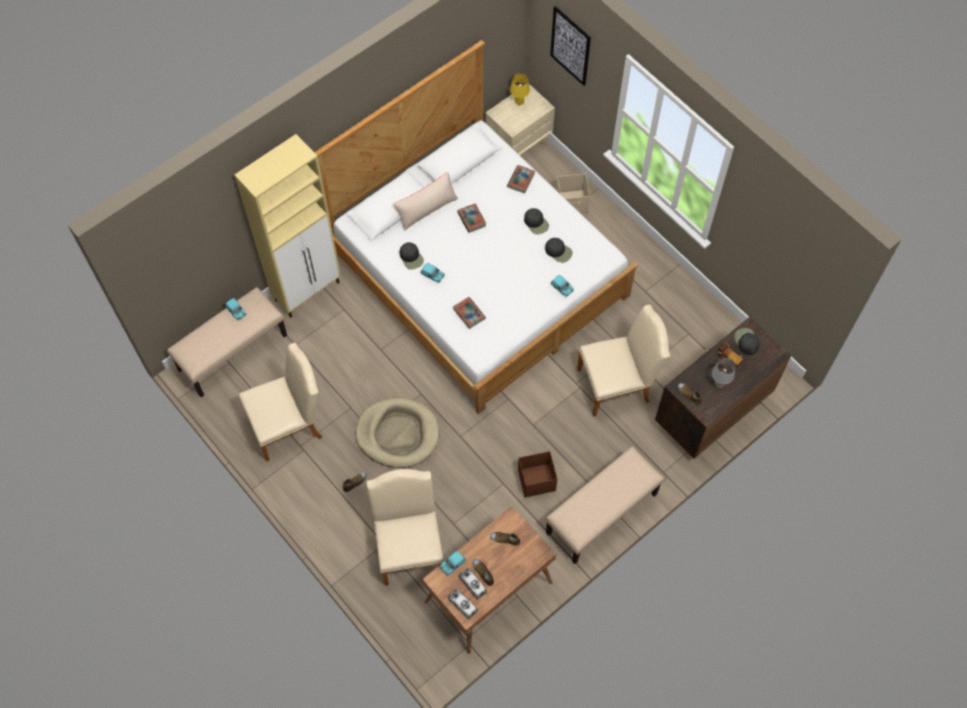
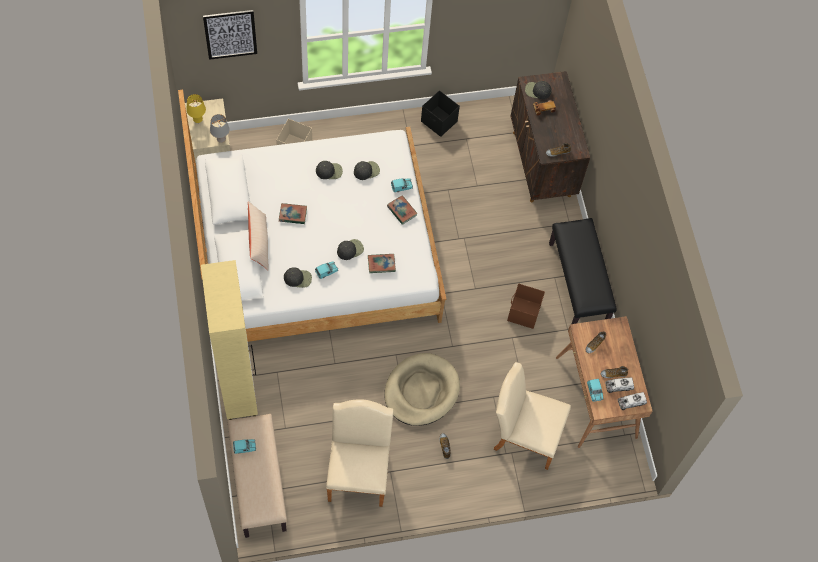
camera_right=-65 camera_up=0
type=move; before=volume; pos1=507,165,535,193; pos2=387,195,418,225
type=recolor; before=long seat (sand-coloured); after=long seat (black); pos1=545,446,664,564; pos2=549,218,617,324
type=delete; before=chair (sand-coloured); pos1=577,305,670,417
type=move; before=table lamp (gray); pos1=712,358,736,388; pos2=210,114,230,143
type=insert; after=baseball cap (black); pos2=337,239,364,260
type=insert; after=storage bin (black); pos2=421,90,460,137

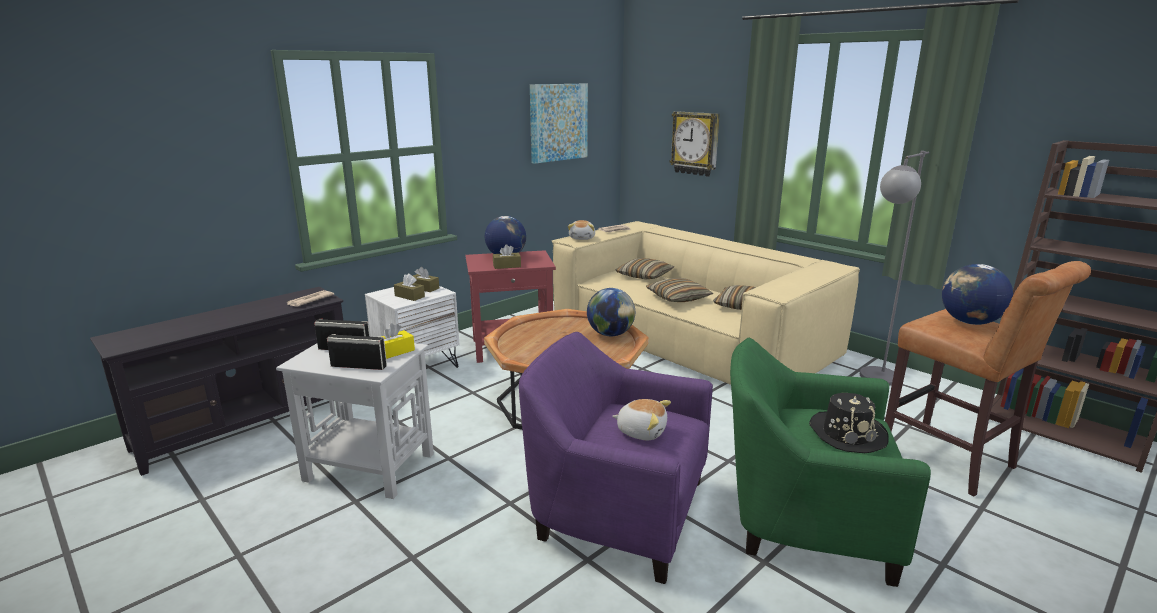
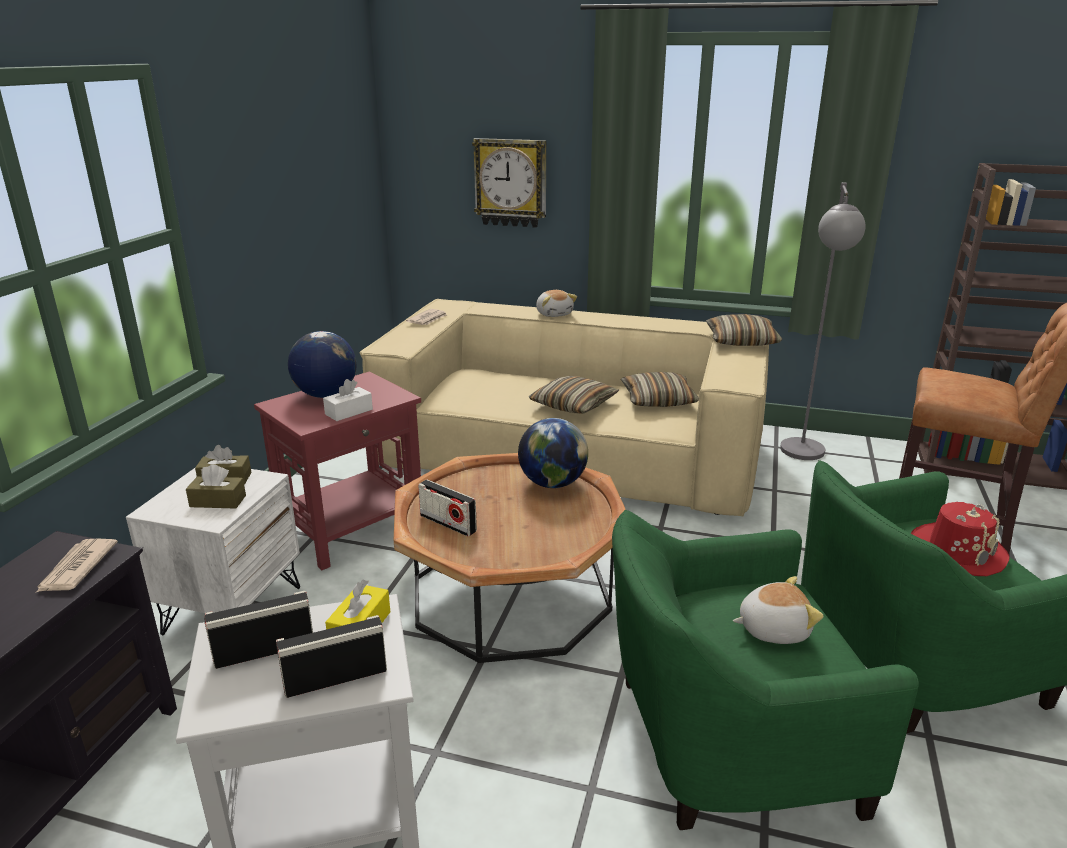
camera_right=-30 camera_up=5
type=recolor; before=tissue holder (brown); after=tissue holder (white-coloured); pos1=493,244,521,269; pos2=323,379,373,421
type=recolor; before=lounge chair (purple-coloured); after=lounge chair (green-coloured); pos1=519,332,713,584; pos2=612,510,919,830
type=delete; before=picture; pos1=530,84,588,164
type=move; before=cuddly toy; pos1=568,220,595,240; pos2=536,290,577,317
type=move; before=pillow; pos1=615,258,674,279; pos2=706,314,782,346
type=recolor; before=clothing hat (black); after=clothing hat (red); pos1=809,393,889,453; pos2=911,502,1009,576
type=delete; before=world globe; pos1=942,264,1013,325
type=insert; after=radio set; pos2=418,480,477,536

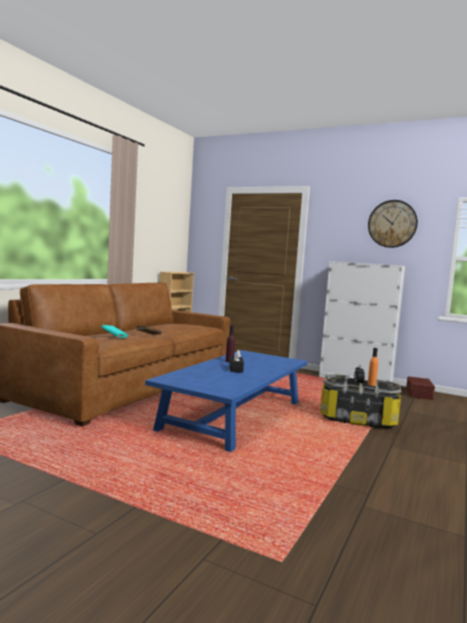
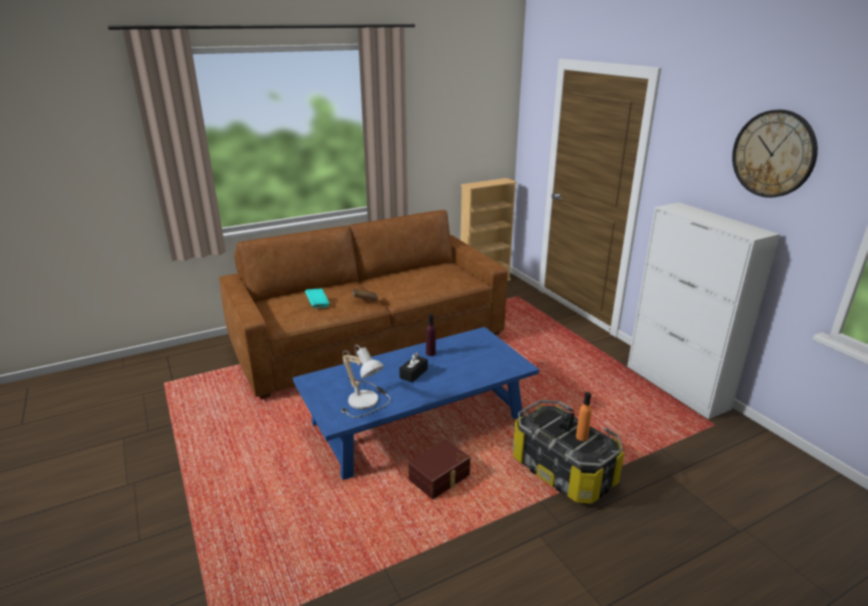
camera_right=35 camera_up=20
type=move; before=storage bin (brown); pos1=406,376,435,400; pos2=408,440,470,499
type=insert; after=table lamp; pos2=341,345,391,418

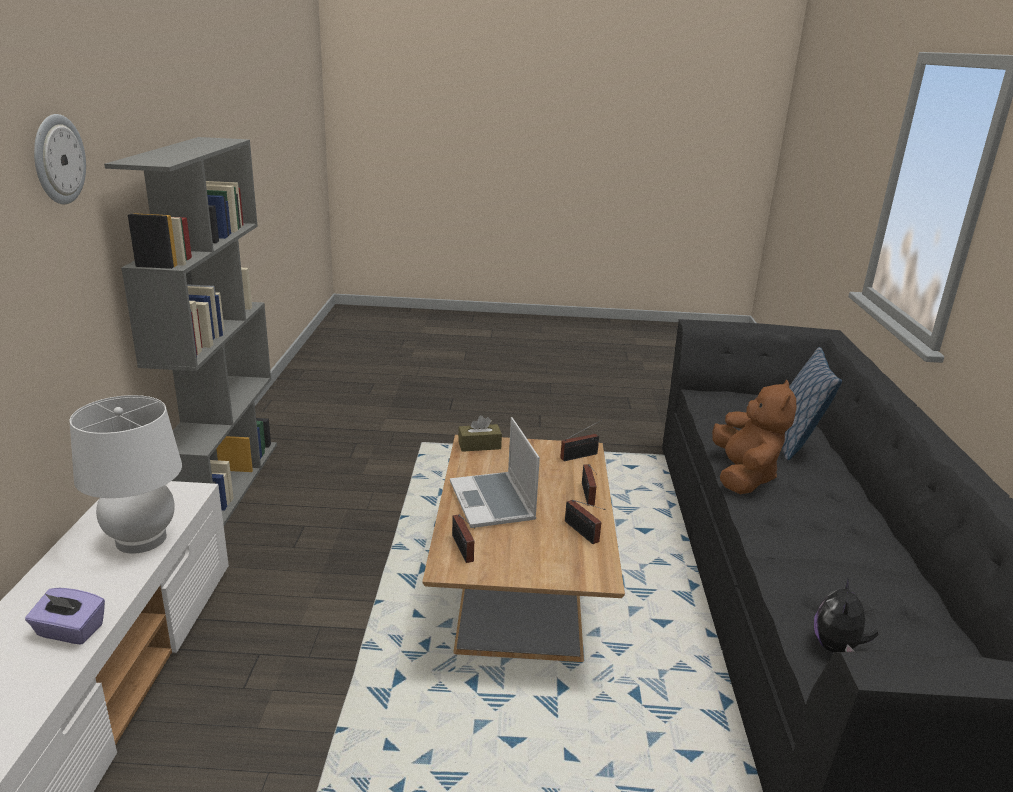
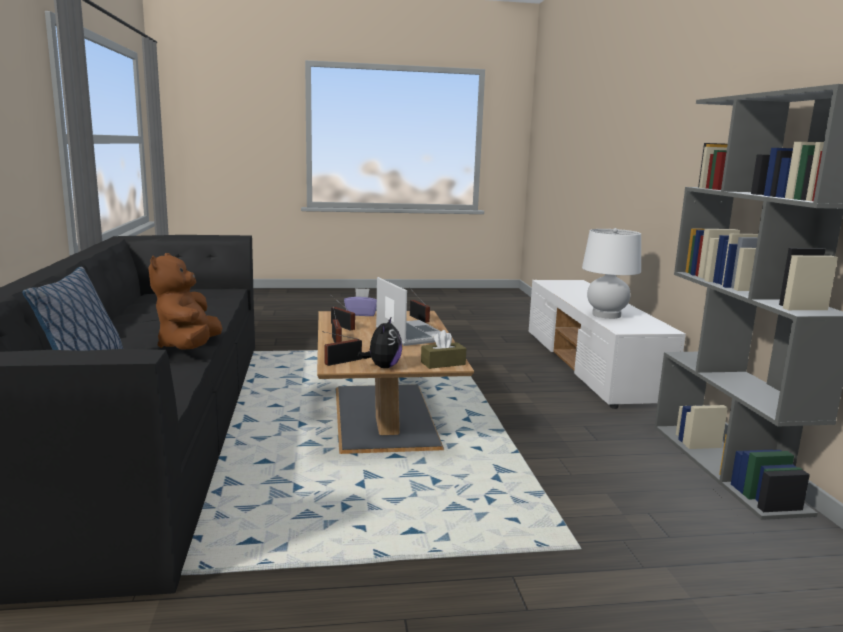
camera_right=170 camera_up=-10
type=move; before=tissue holder (purple-coloured); pos1=25,588,105,645; pos2=344,288,377,316
type=delete; before=wall clock; pos1=34,114,86,204
type=move; before=cuddly toy; pos1=814,577,878,653; pos2=358,318,402,368

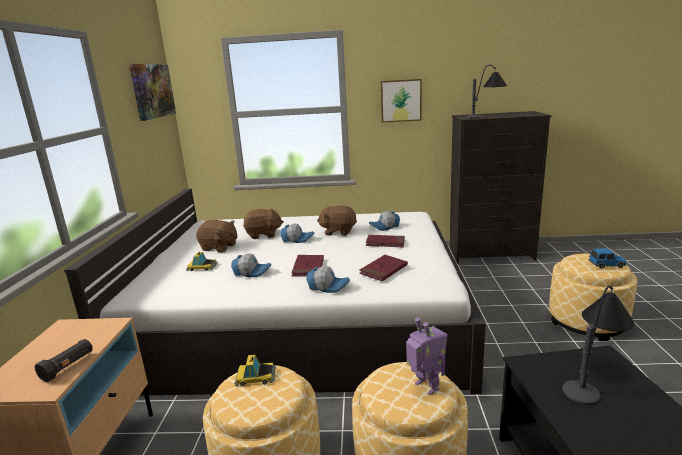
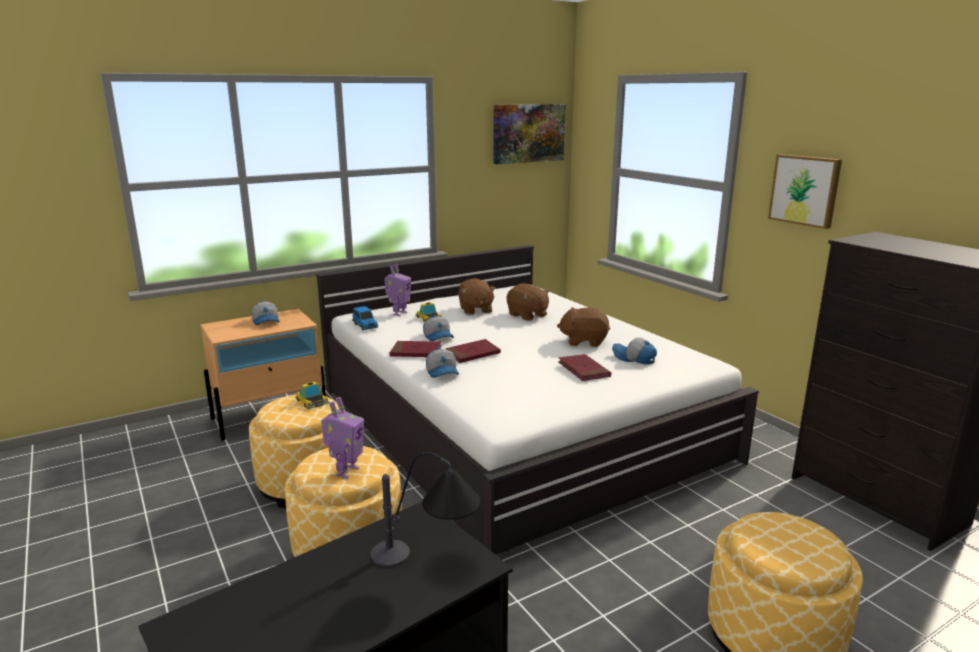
camera_right=55 camera_up=0
type=delete; before=flashlight (black); pos1=35,339,93,382
type=move; before=baseball cap; pos1=280,223,314,243; pos2=252,301,279,325
type=rotate; before=cuddly toy (brown); pos1=317,206,357,236; pos2=557,307,610,347; turn=-60
type=move; before=volume (red); pos1=359,255,408,282; pos2=390,341,442,357
type=delete; before=table lamp; pos1=465,65,507,119
type=move; before=toy car; pos1=588,249,627,269; pos2=352,306,378,330
type=insert; after=robot figure; pos2=384,264,411,316

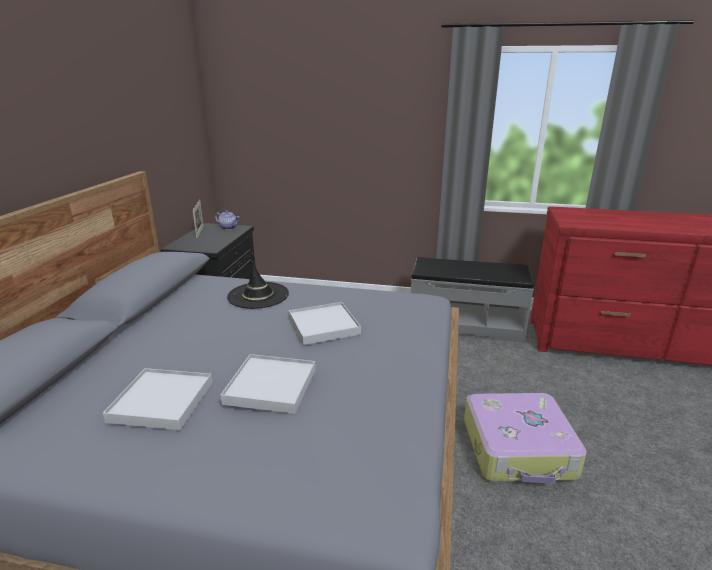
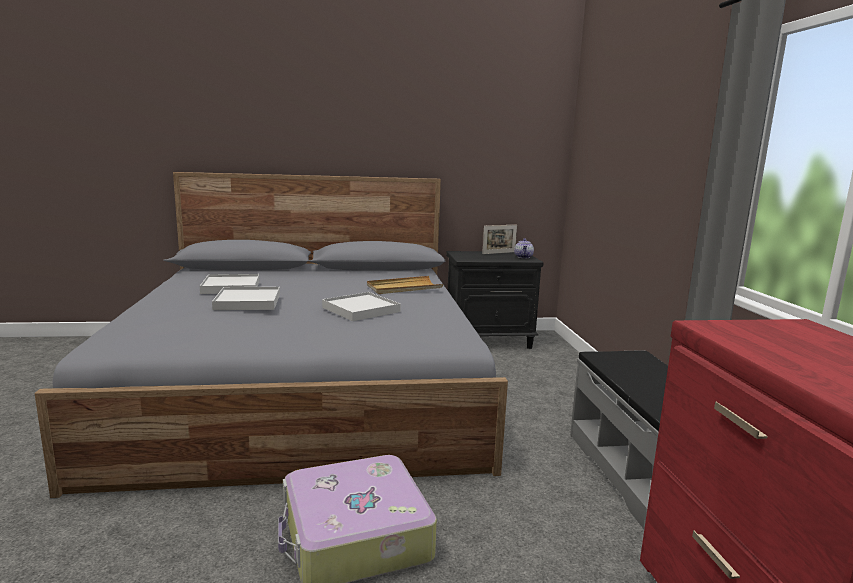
camera_right=70 camera_up=-10
type=replace; before=clothing hat (black); after=carrying tray (sand-coloured); pos1=227,261,289,309; pos2=367,276,443,294

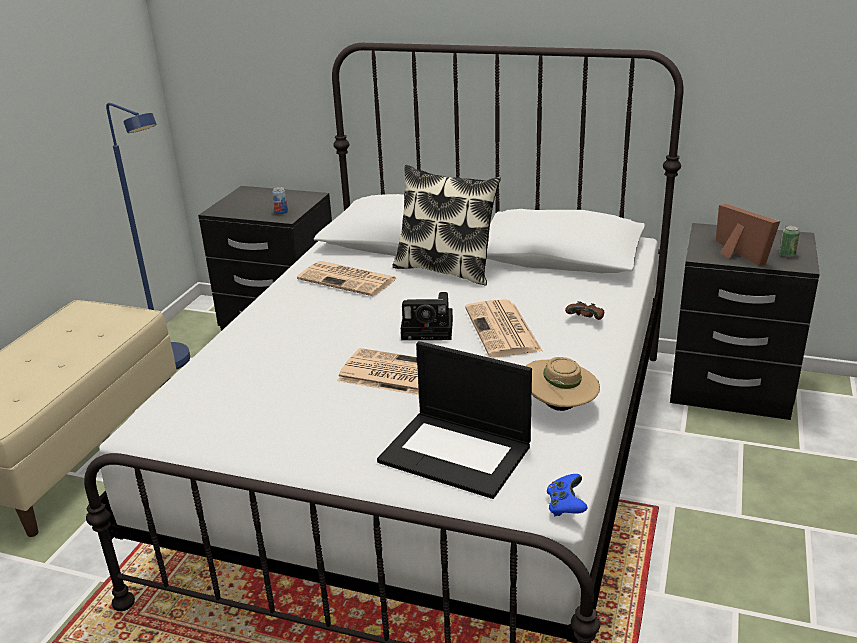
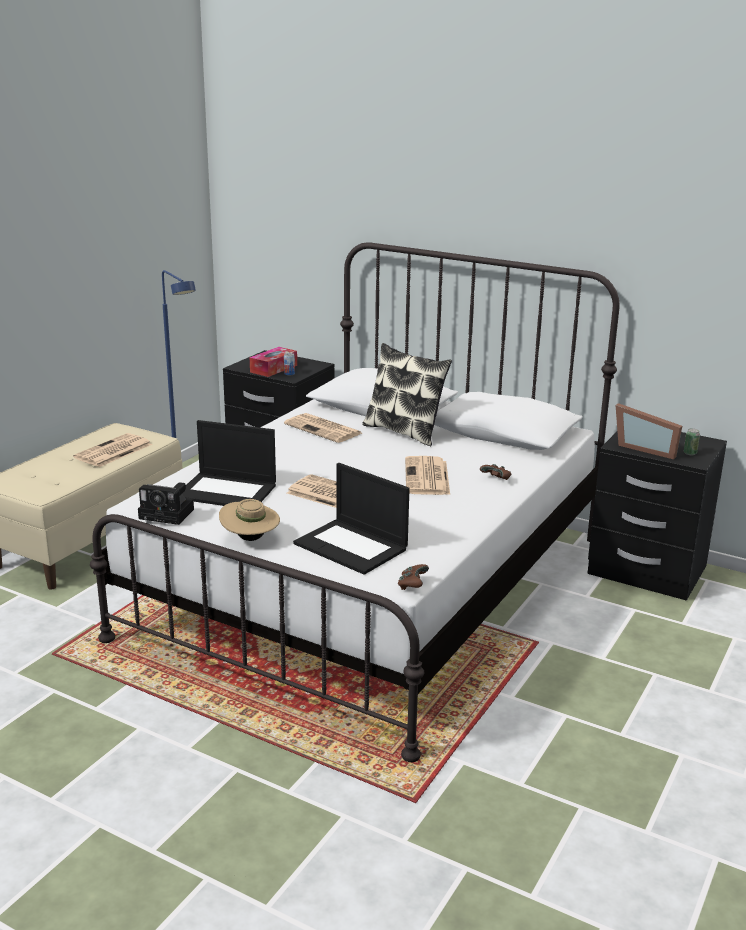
camera_right=10 camera_up=-5
type=move; before=still camera; pos1=401,292,453,340; pos2=138,482,194,525
type=move; before=clothing hat (sand-coloured); pos1=526,357,600,411; pos2=219,499,280,541
type=recolor; before=gamepad (bluish); after=gamepad (brown); pos1=547,474,588,516; pos2=398,564,429,590
type=rotate; before=photo frame; pos1=716,204,780,266; pos2=616,403,682,459; turn=135
type=insert; after=daily paper; pos2=73,433,152,467
type=insert; after=notebook computer; pos2=182,420,276,506
type=insert; after=tissue holder; pos2=250,347,297,377

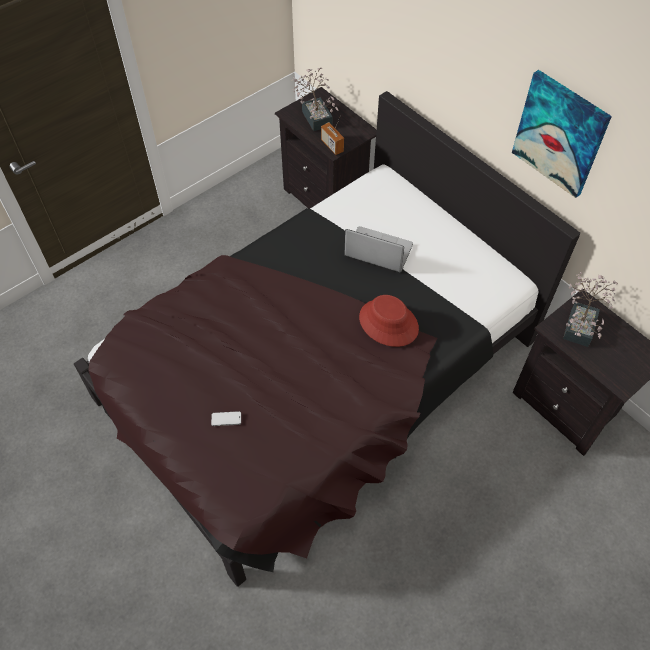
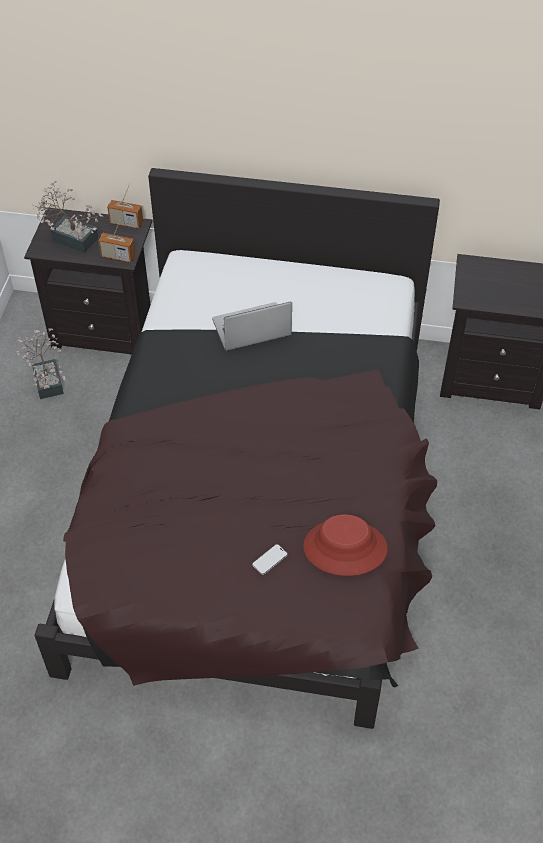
camera_right=-40 camera_up=-5
type=move; before=clothing hat (red); pos1=359,295,419,347; pos2=303,514,388,576
type=delete; before=picture; pos1=512,70,612,198
type=move; before=plant in a pot; pos1=563,272,618,347; pos2=17,328,66,399
type=insert; after=radio set; pos2=107,183,143,229

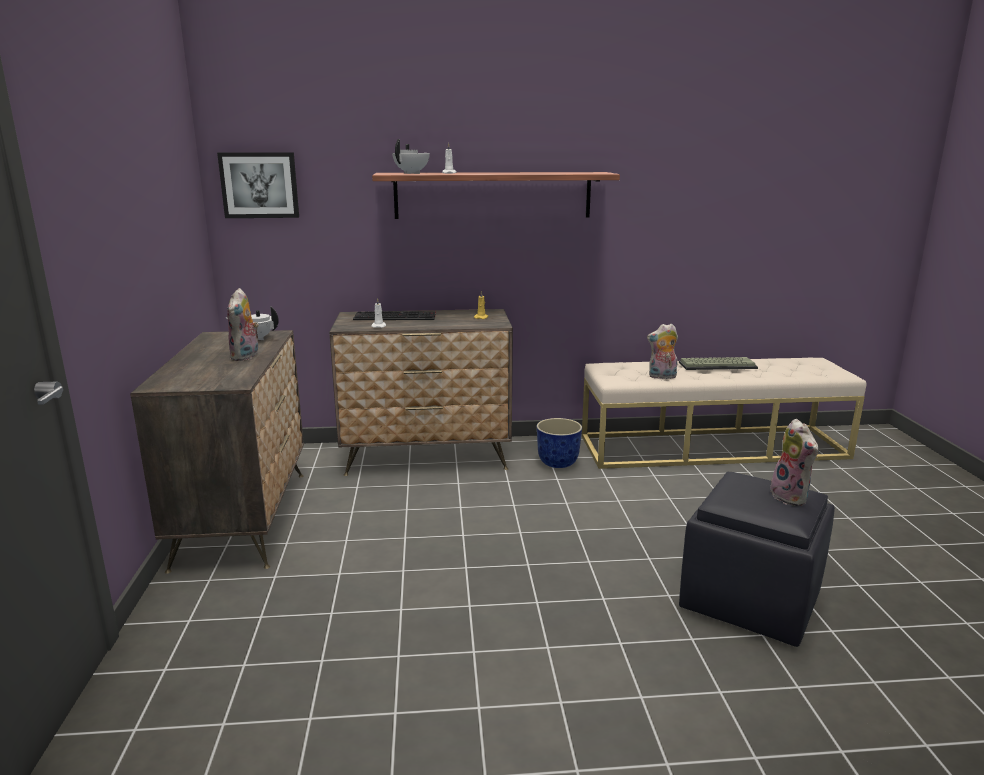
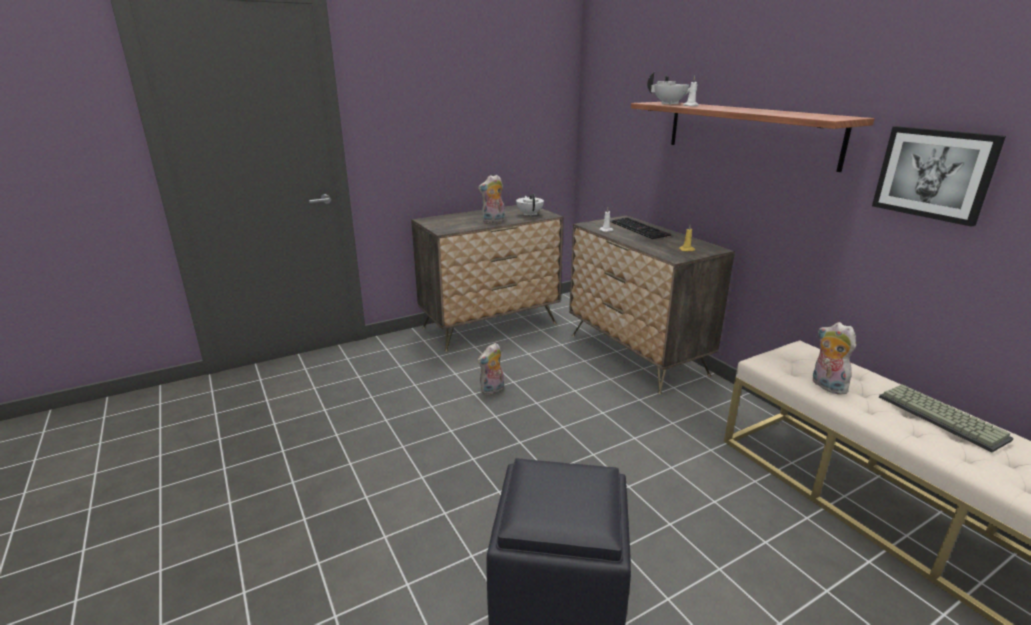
camera_right=65 camera_up=5
type=move; before=picture; pos1=217,152,299,218; pos2=872,126,1006,227
type=delete; before=plant pot; pos1=537,418,582,468
type=move; before=cuddly toy; pos1=770,419,819,506; pos2=477,343,504,394

